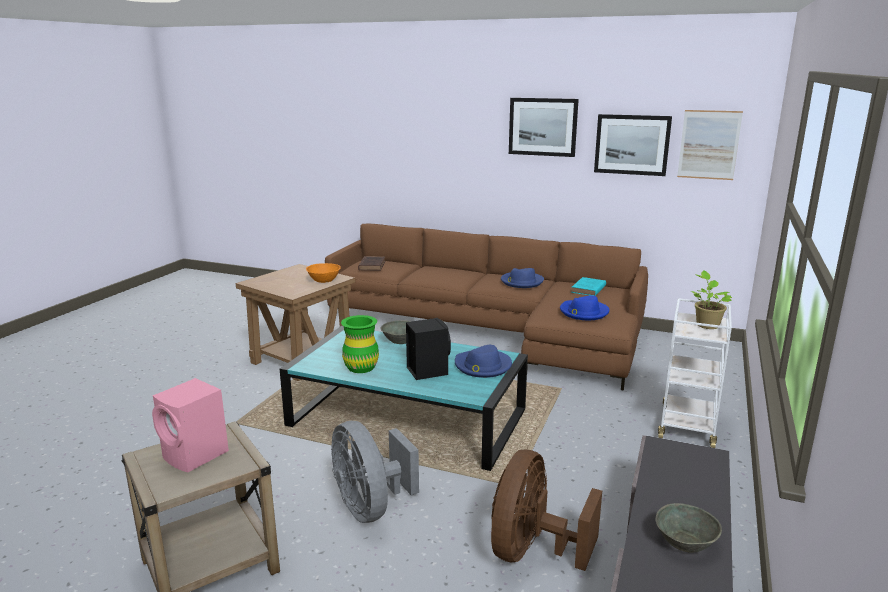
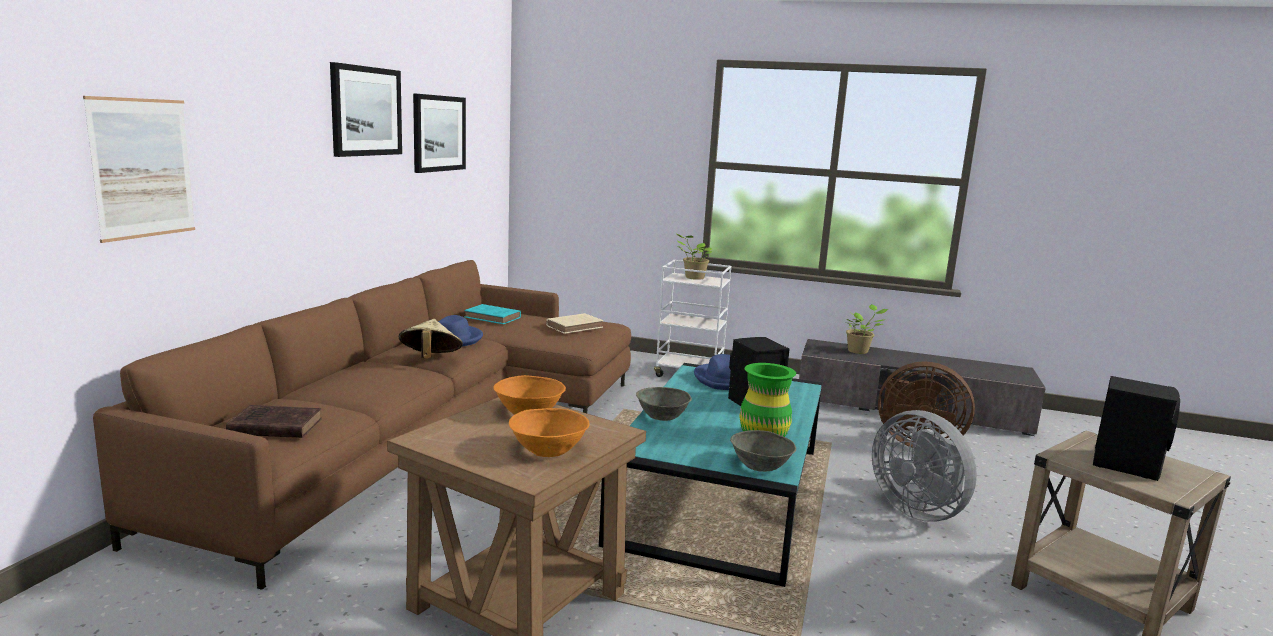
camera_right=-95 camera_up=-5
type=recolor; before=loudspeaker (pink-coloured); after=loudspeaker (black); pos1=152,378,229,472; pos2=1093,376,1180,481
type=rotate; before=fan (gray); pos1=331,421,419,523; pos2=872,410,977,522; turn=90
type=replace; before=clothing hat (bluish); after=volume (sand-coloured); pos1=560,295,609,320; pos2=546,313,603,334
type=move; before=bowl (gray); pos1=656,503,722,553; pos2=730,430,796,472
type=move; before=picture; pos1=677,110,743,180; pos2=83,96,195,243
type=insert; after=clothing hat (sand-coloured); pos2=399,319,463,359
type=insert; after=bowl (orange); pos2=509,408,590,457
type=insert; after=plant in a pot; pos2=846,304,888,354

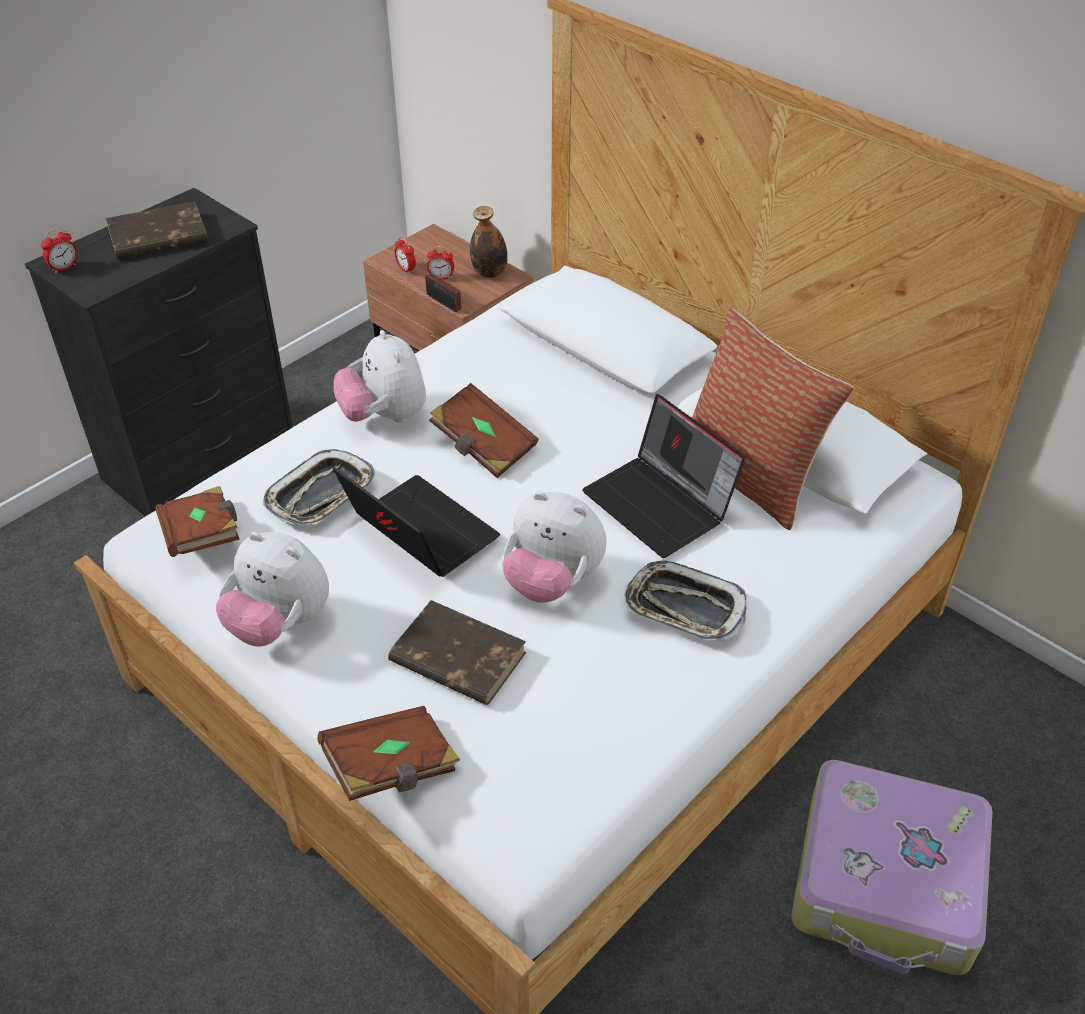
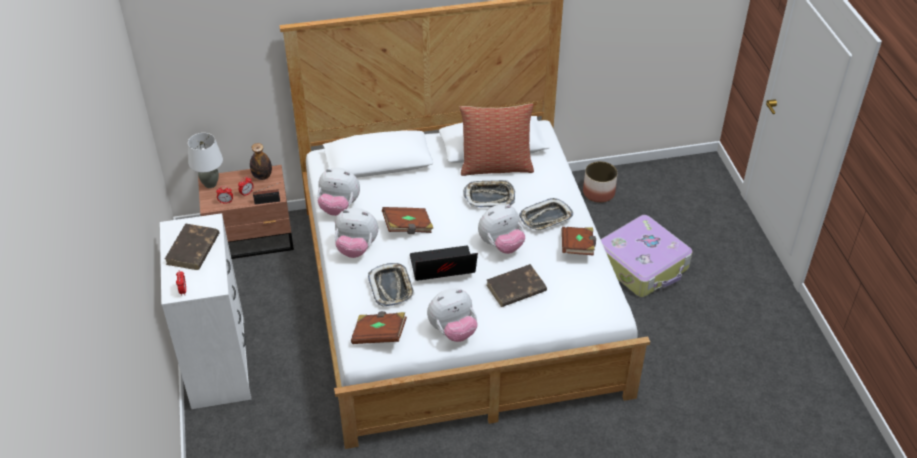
camera_right=-55 camera_up=0
type=recolor; before=dresser (black); after=dresser (white-coloured); pos1=25,188,293,517; pos2=160,213,251,409
type=move; before=volume (brown); pos1=317,706,460,801; pos2=562,227,596,256
type=replace; before=notebook computer; after=carrying tray; pos1=582,394,745,558; pos2=463,180,515,207
type=insert; after=table lamp (white-coloured); pos2=188,133,223,188
type=insert; after=cuddly toy; pos2=317,168,360,216
type=insert; after=plant pot; pos2=583,161,618,203

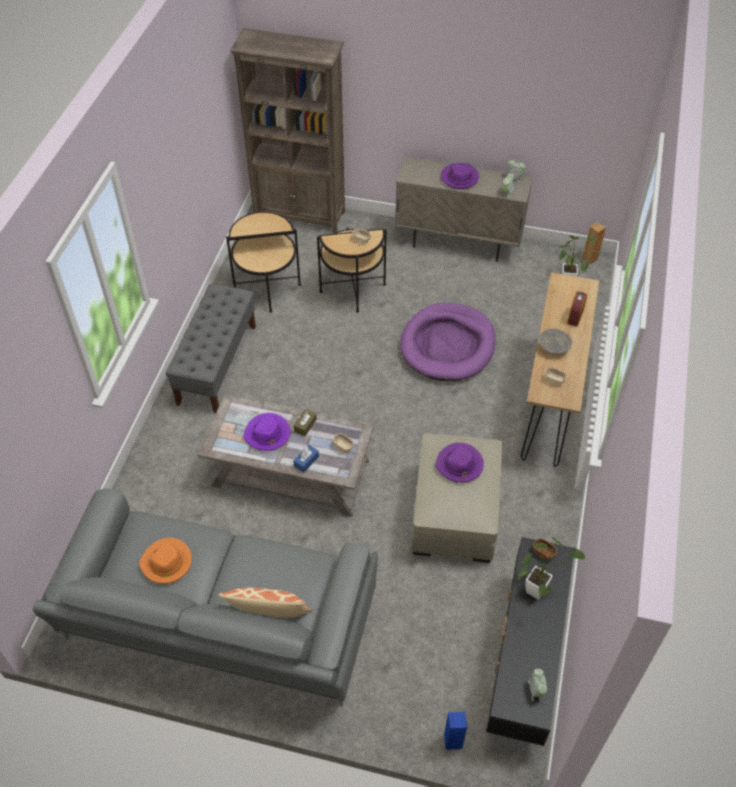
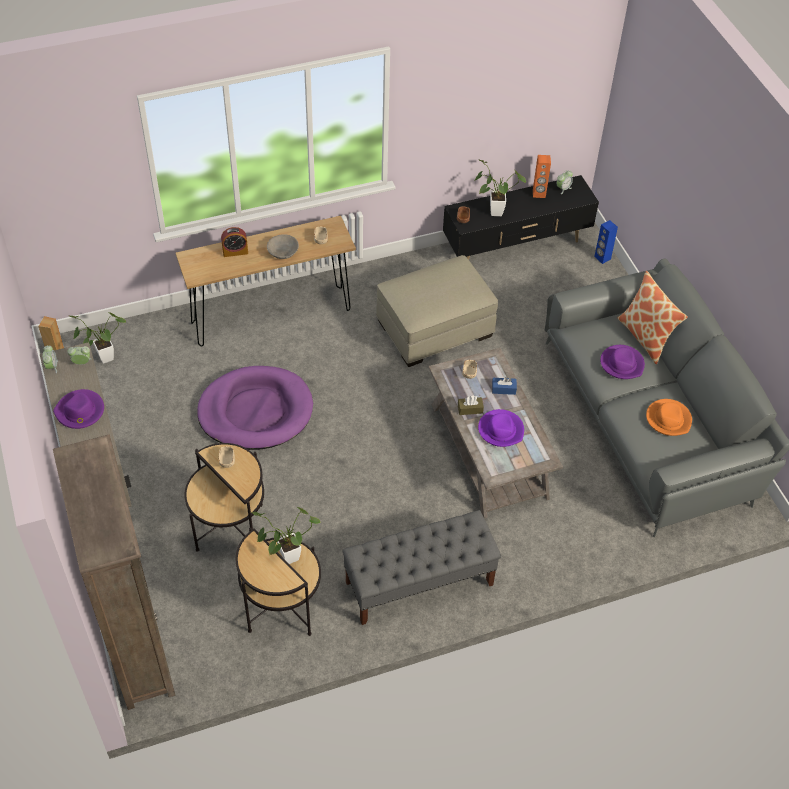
camera_right=-125 camera_up=0
type=move; before=clothing hat (purple-coloured); pos1=435,443,484,483; pos2=600,345,645,379
type=insert; after=plant in a pot; pos2=252,507,320,564
type=insert; after=loudspeaker (orange); pos2=533,155,551,198

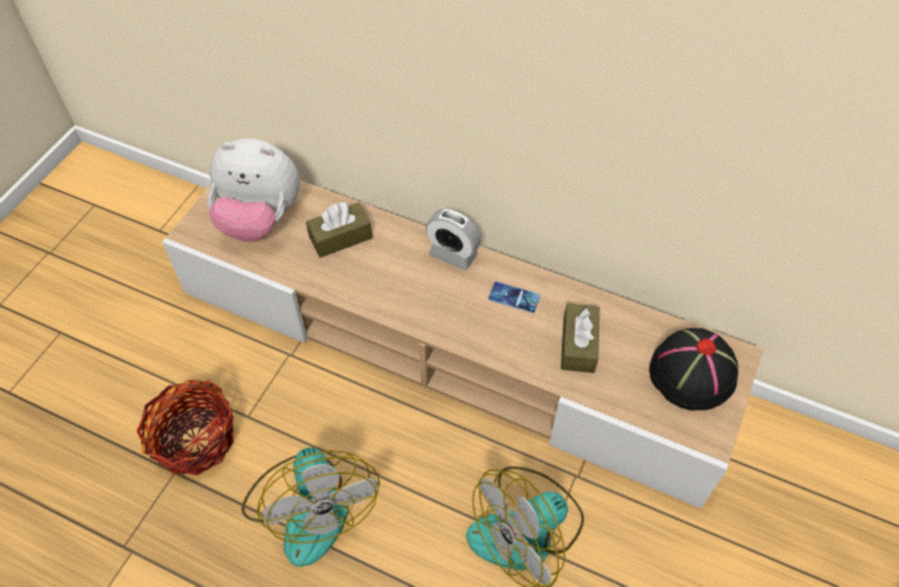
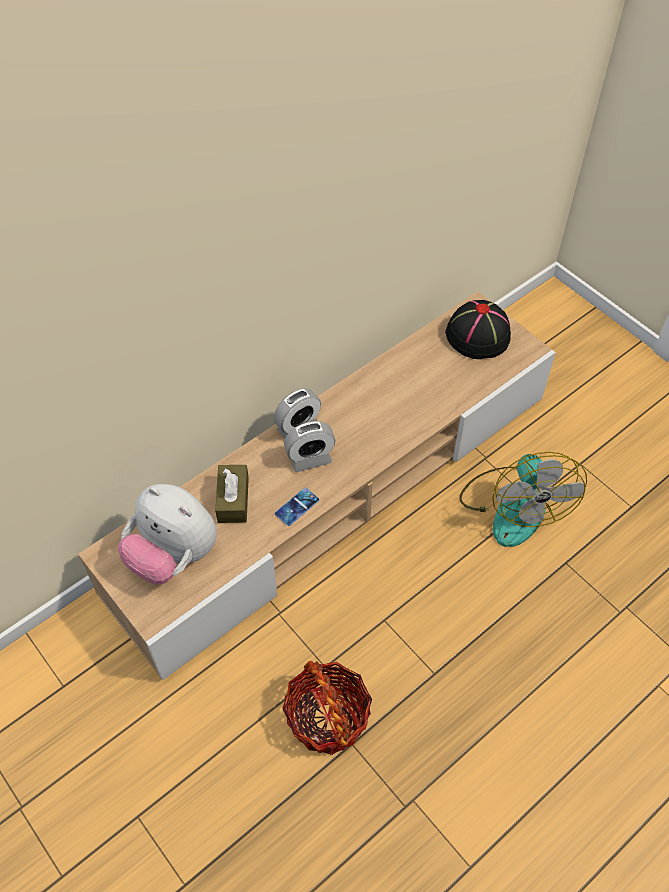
camera_right=-65 camera_up=0
type=rotate; before=cuddly toy; pos1=207,139,300,242; pos2=118,484,217,585; turn=90
type=delete; before=fan; pos1=241,448,380,567
type=move; before=phone; pos1=488,282,540,313; pos2=275,488,319,526
type=delete; before=tissue holder (brown); pos1=561,303,600,373
type=insert; after=bedside clock; pos2=284,421,336,472

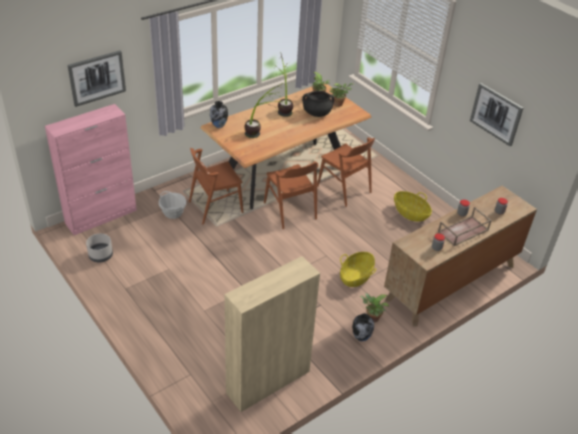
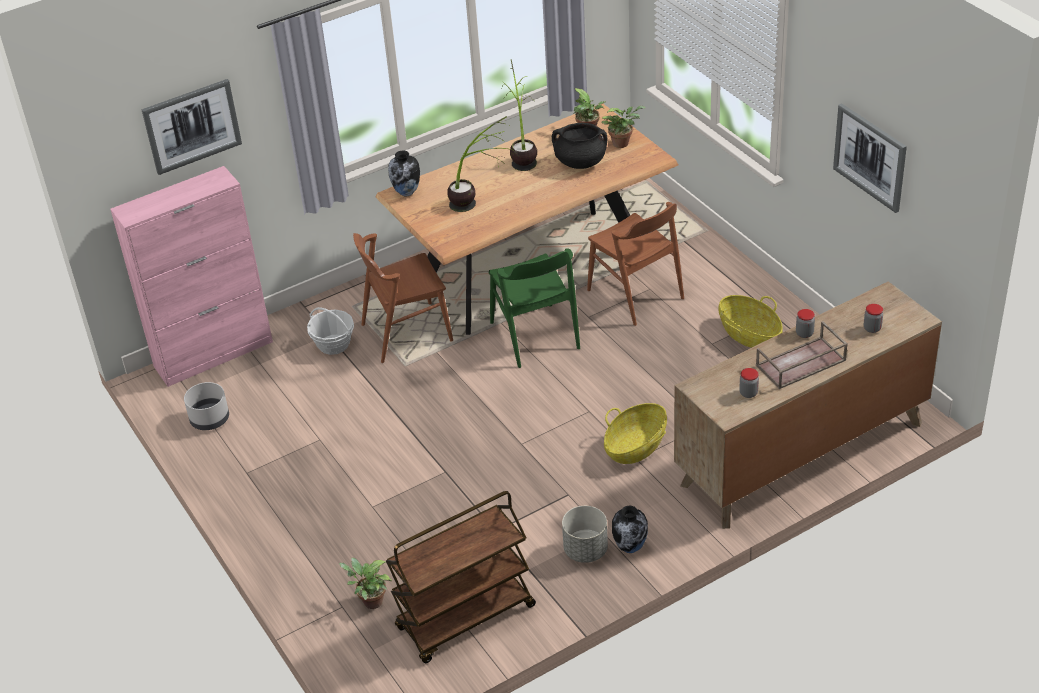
camera_right=10 camera_up=0
type=replace; before=storage cabinet (sand-coloured); after=wheeled cart (brown); pos1=224,256,320,412; pos2=386,491,536,663
type=recolor; before=chair (brown); after=chair (green-coloured); pos1=264,161,319,229; pos2=489,248,580,368
type=move; before=plant in a pot; pos1=360,293,389,322; pos2=339,558,392,609
type=insert; after=plant pot (gray); pos2=562,506,608,563

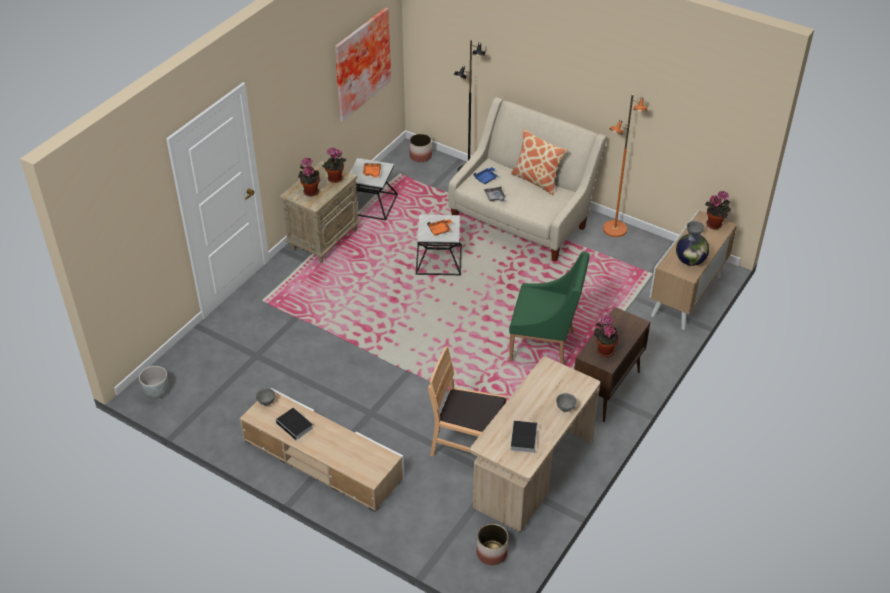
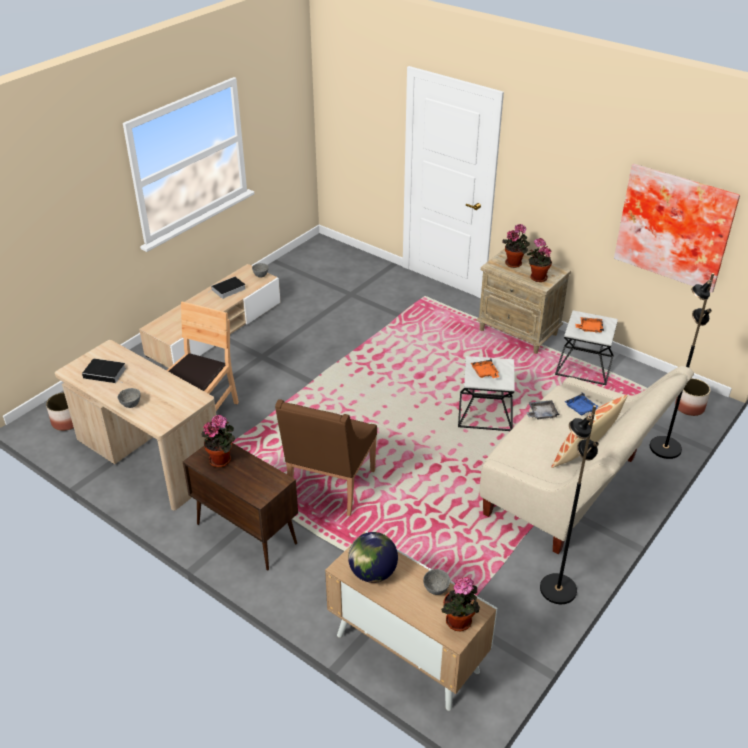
camera_right=95 camera_up=-5
type=delete; before=plant pot (gray); pos1=139,366,169,399
type=recolor; before=lounge chair (green-coloured); after=lounge chair (brown); pos1=509,252,590,365; pos2=275,399,377,516
type=recolor; before=standard lamp (orange); after=standard lamp (black); pos1=603,94,648,237; pos2=540,405,599,604

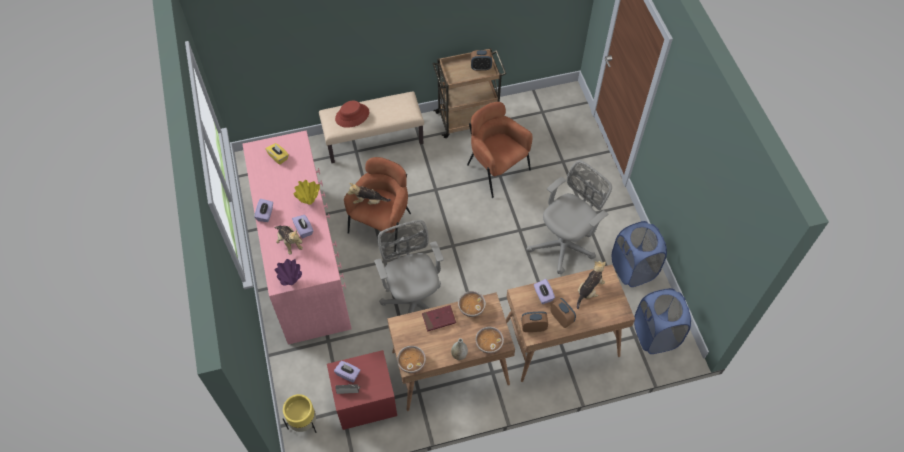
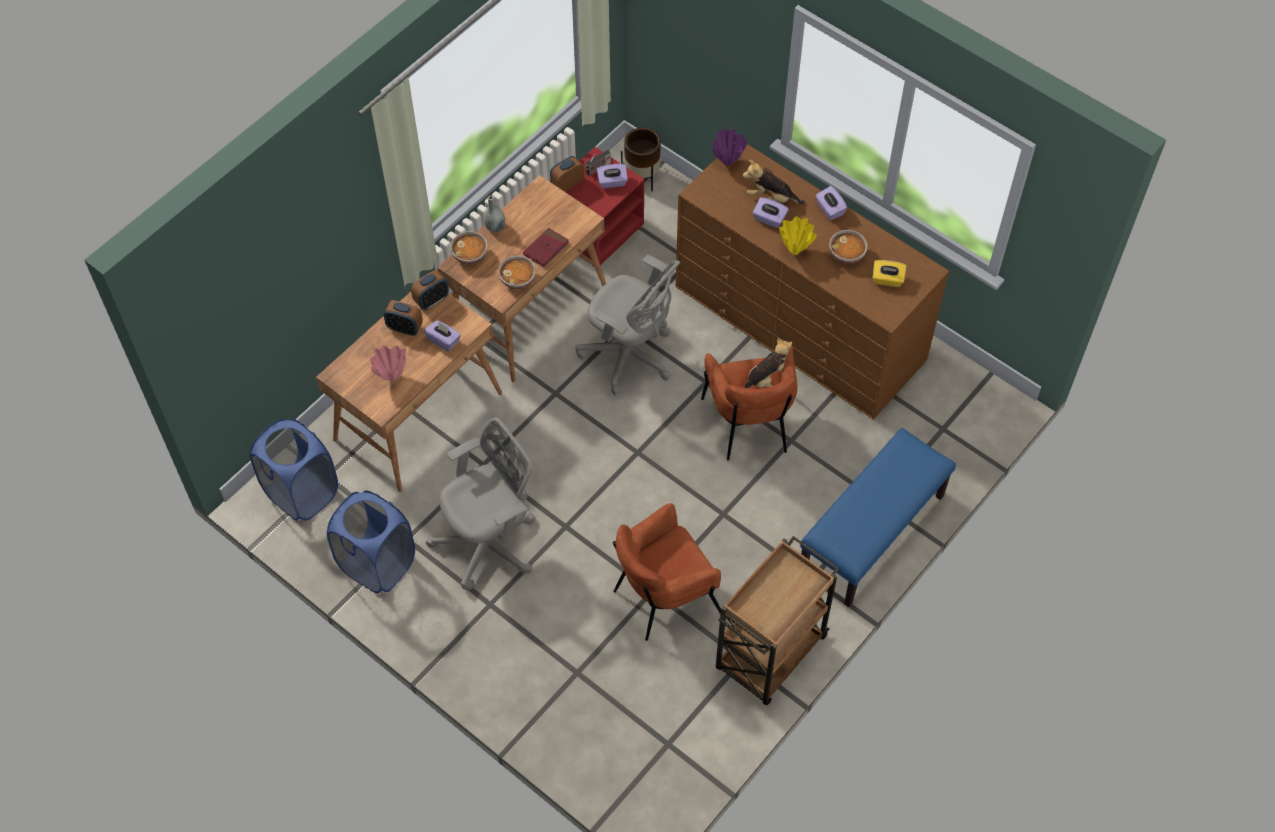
camera_right=145 camera_up=0
type=recolor; before=dresser (pink-coloured); after=dresser (brown); pos1=242,131,352,345; pos2=676,144,949,420
type=recolor; before=plant pot (yellow-coloured); after=plant pot (brown); pos1=283,394,317,433; pos2=621,127,661,191
type=recolor; before=long seat (sand-coloured); after=long seat (bluish); pos1=319,92,424,163; pos2=800,428,956,607
type=delete; before=clothing hat (red); pos1=335,101,369,128
type=move; before=bowl; pos1=397,346,426,373; pos2=829,230,867,264
type=rotate; before=lounge chair (brown); pos1=467,102,533,198; pos2=613,503,721,641; turn=135
type=move; before=bedside clock; pos1=471,50,492,71; pos2=550,156,584,192
type=rotate; before=computer chair (gray); pos1=527,160,612,274; pos2=426,417,535,590; turn=-135
type=replace; before=cuddly toy; after=decorative vase (pink-coloured); pos1=577,261,606,309; pos2=370,346,406,381

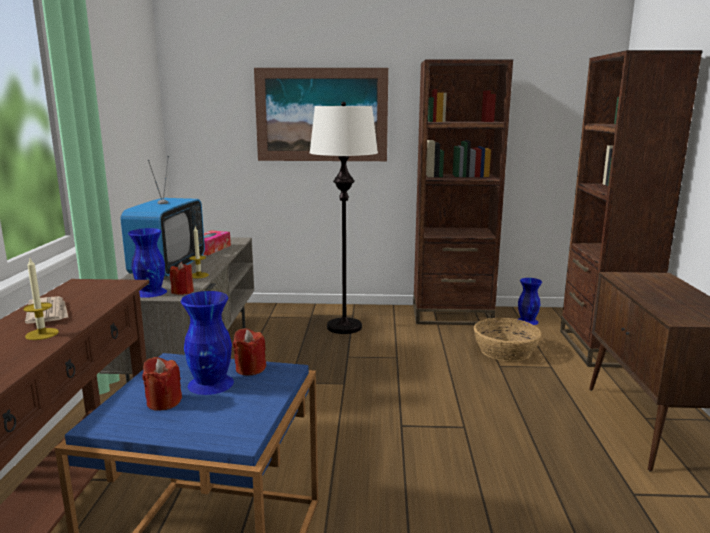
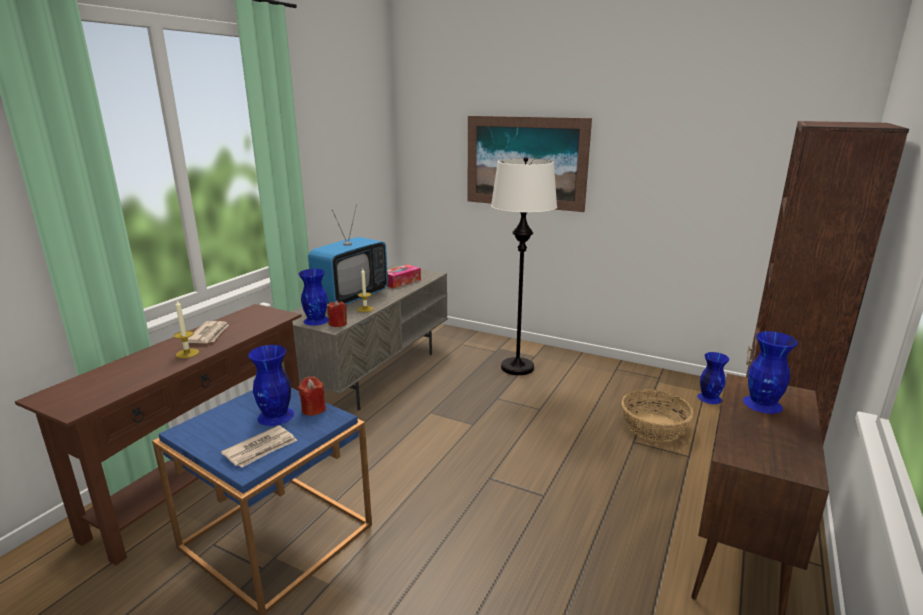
camera_right=25 camera_up=5
type=delete; before=wax light (red); pos1=142,357,182,411
type=delete; before=shelving unit (brown); pos1=413,59,513,325
type=insert; after=daily paper; pos2=221,425,298,468
type=insert; after=decorative vase (bluish); pos2=743,331,798,414

